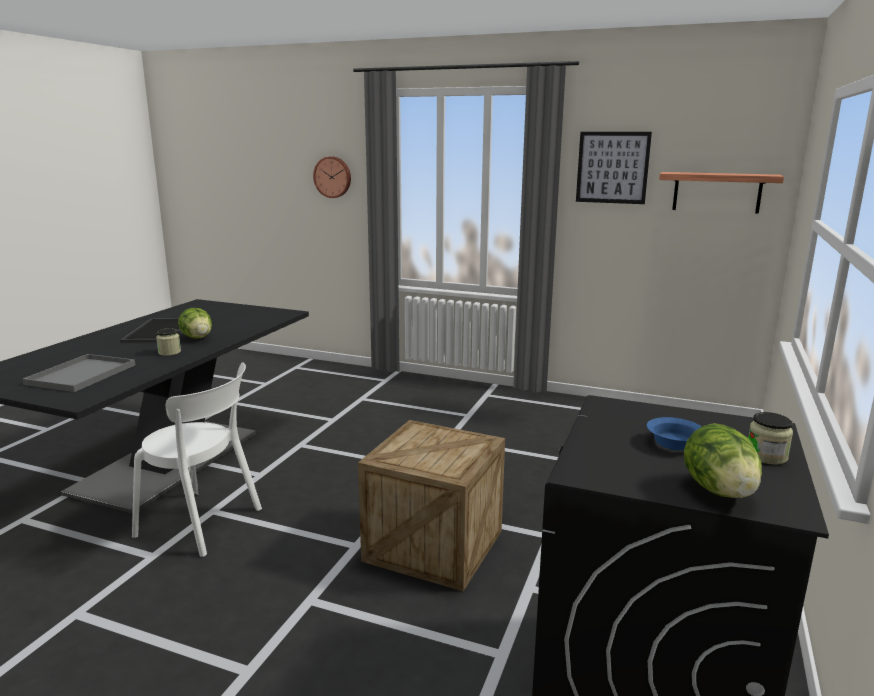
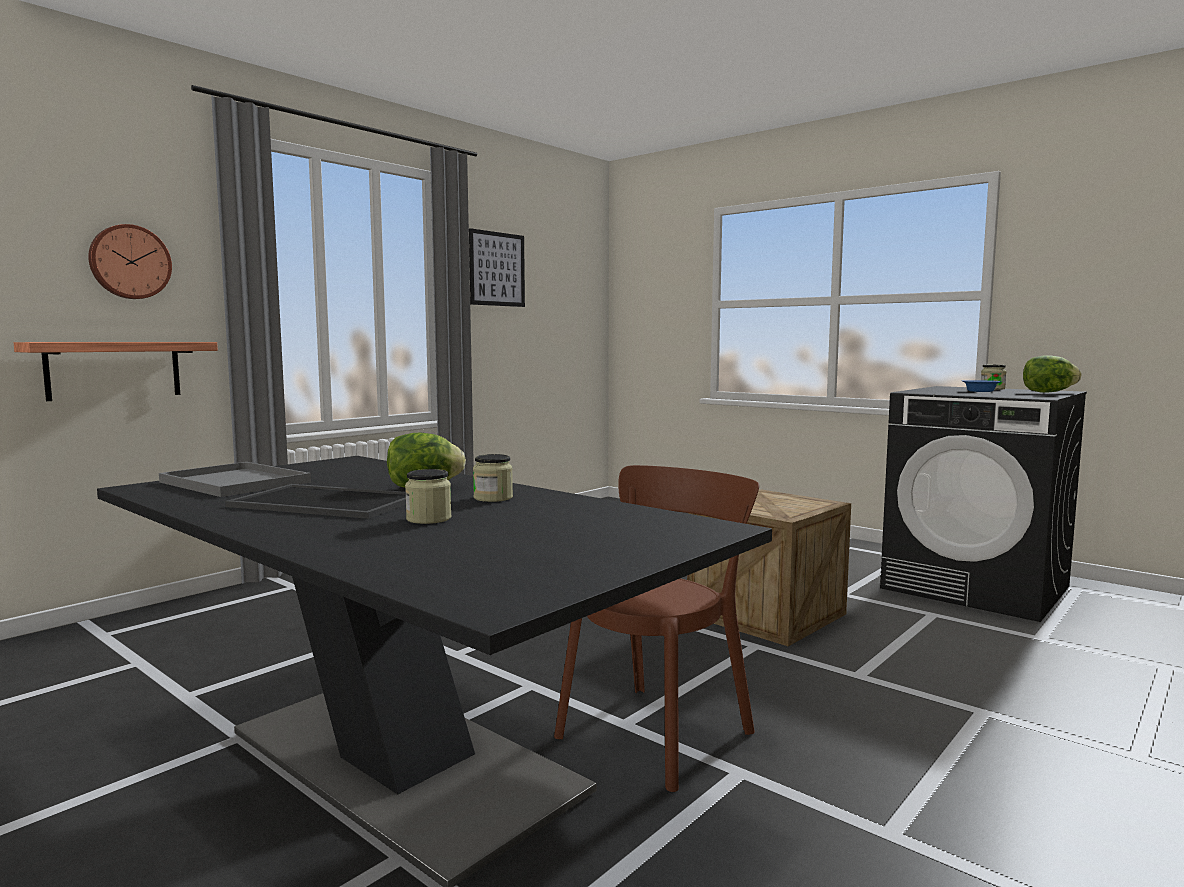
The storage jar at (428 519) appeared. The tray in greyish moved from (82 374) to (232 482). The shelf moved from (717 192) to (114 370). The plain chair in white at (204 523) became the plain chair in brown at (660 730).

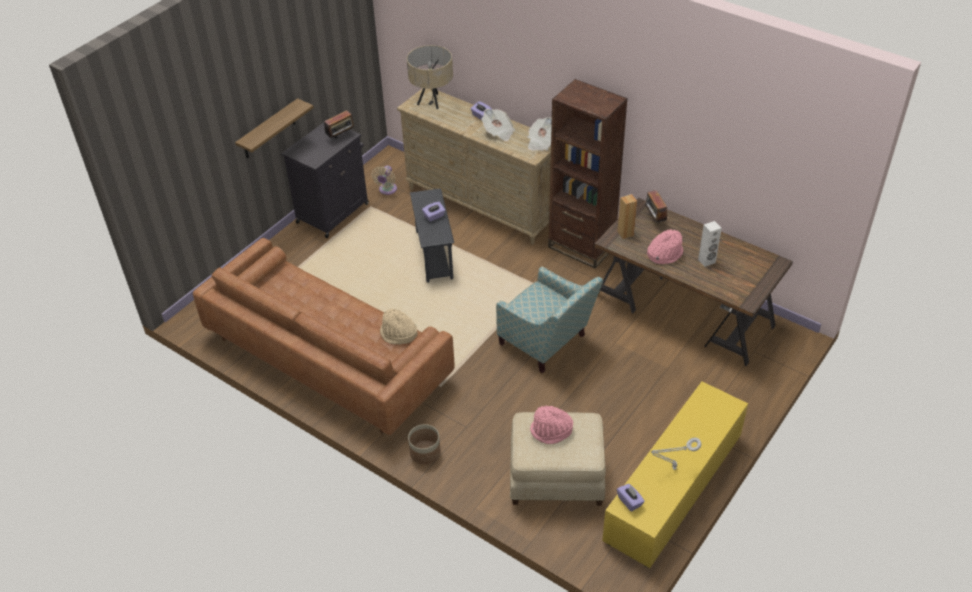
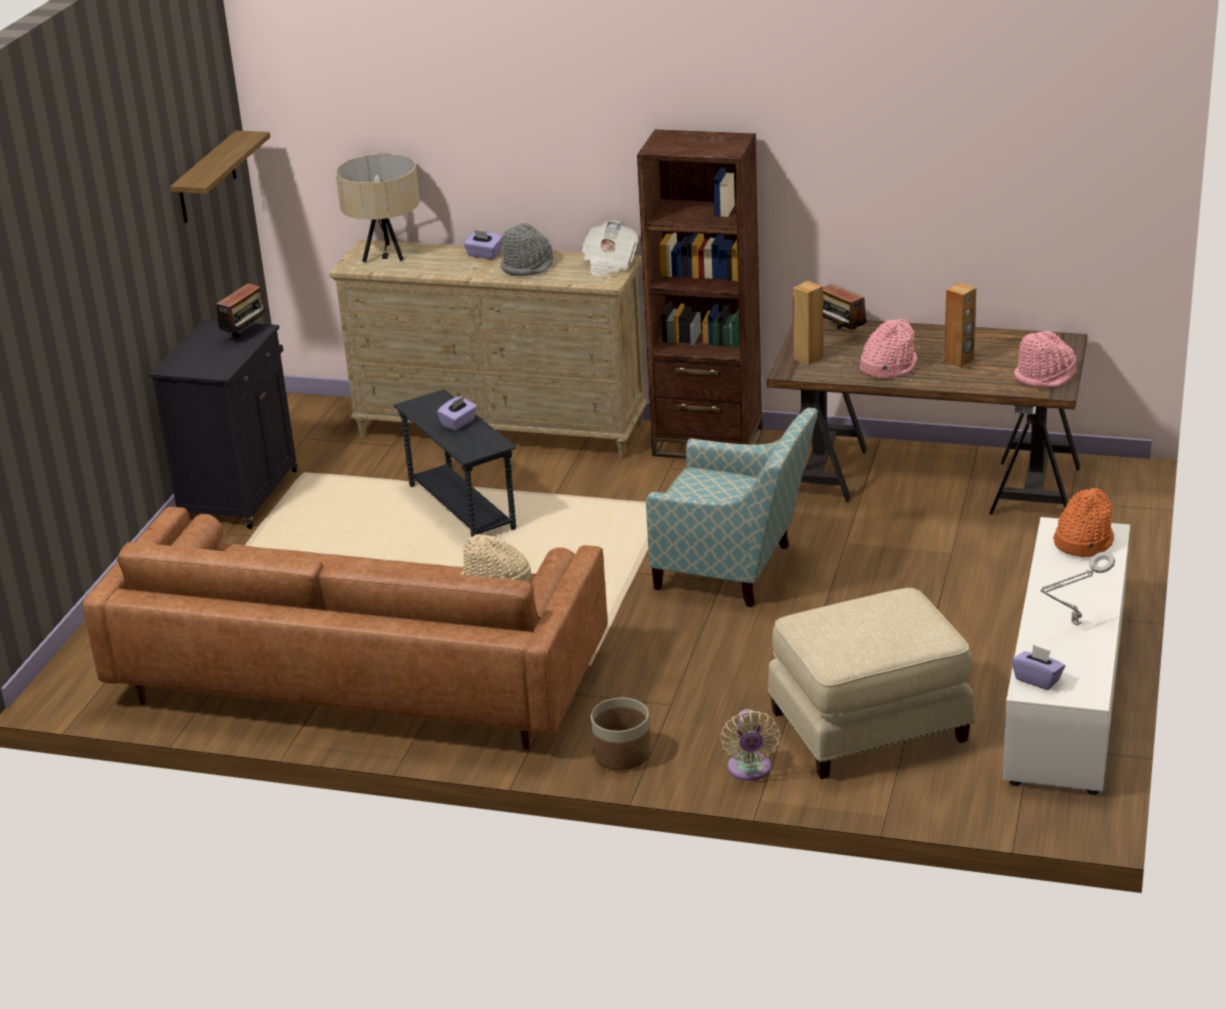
The hat in orange-coloured at (1082 541) appeared. The shelf moved from (269 130) to (207 178). The cooling fan in sand-coloured moved from (387 190) to (749 770). The hat in pink moved from (551 431) to (1045 377). The newspaper at (498 132) was replaced by the hat in greyish at (528 266). The media console in yellow-coloured at (673 489) became the media console in white at (1067 691). The speaker in white at (706 261) became the speaker in brown at (959 361).

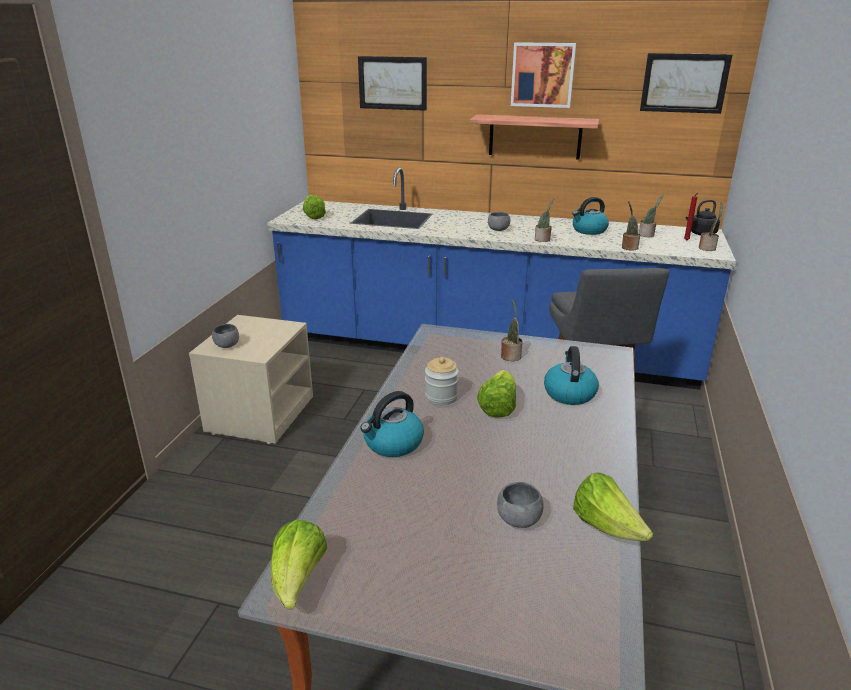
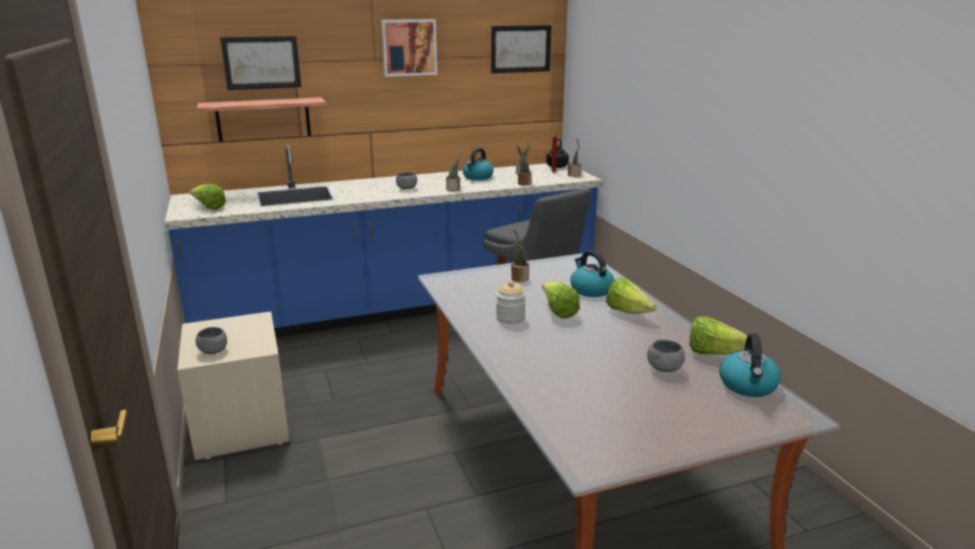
The lettuce head moved from (298 581) to (628 312). The kettle moved from (393 444) to (748 386). The shelf moved from (535 137) to (263 119).

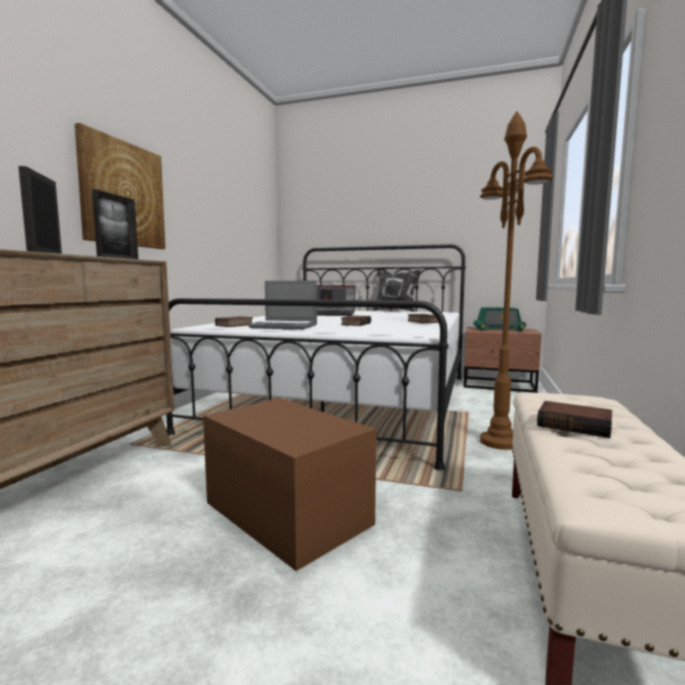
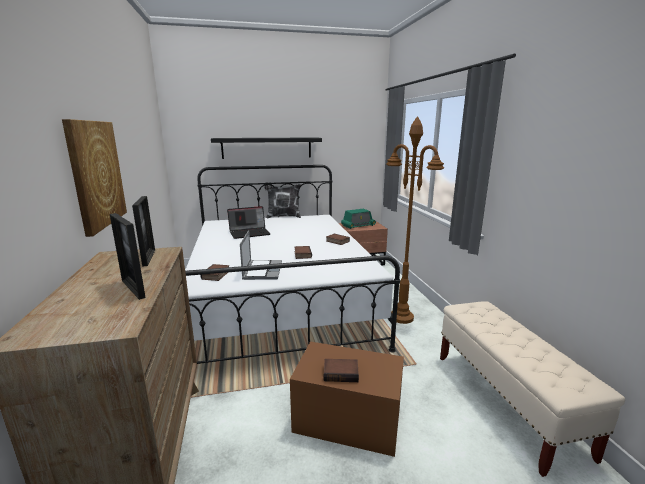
The shelf in black-coloured at (267 148) appeared. The book moved from (575 425) to (341 373). The notebook computer at (285 326) turned 75 degrees counterclockwise.

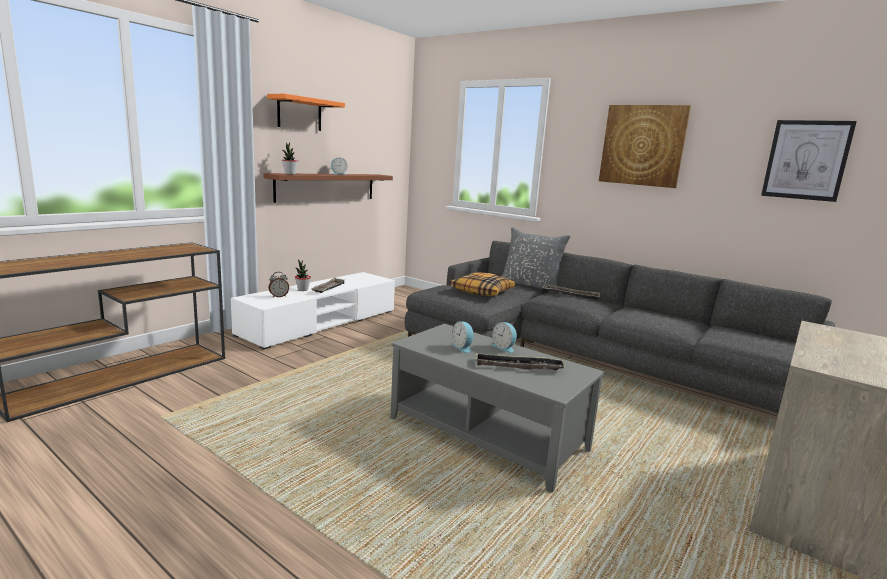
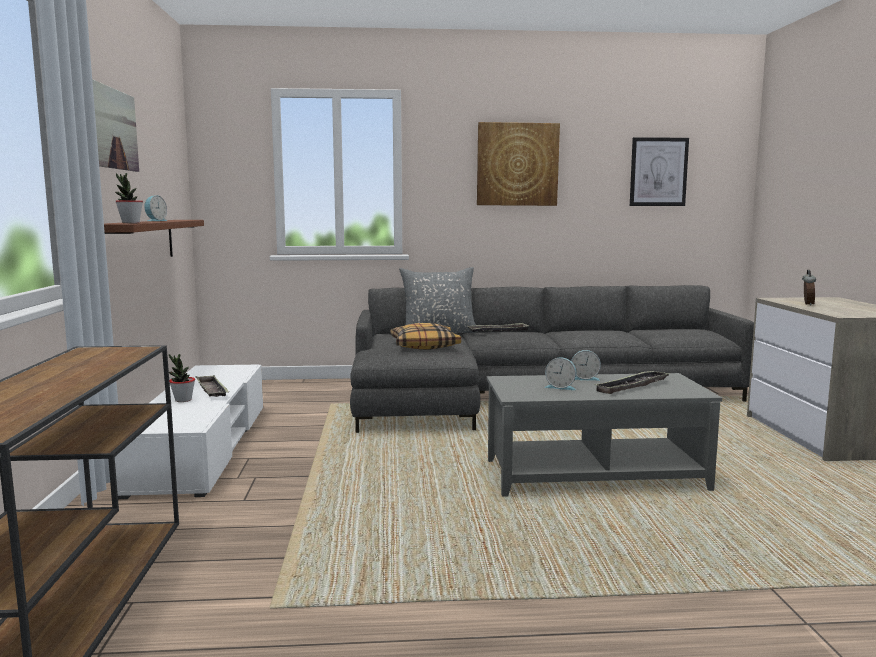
The alarm clock moved from (278 296) to (807 304). The shelf in orange-coloured at (299 113) was replaced by the wall picture at (111 128).

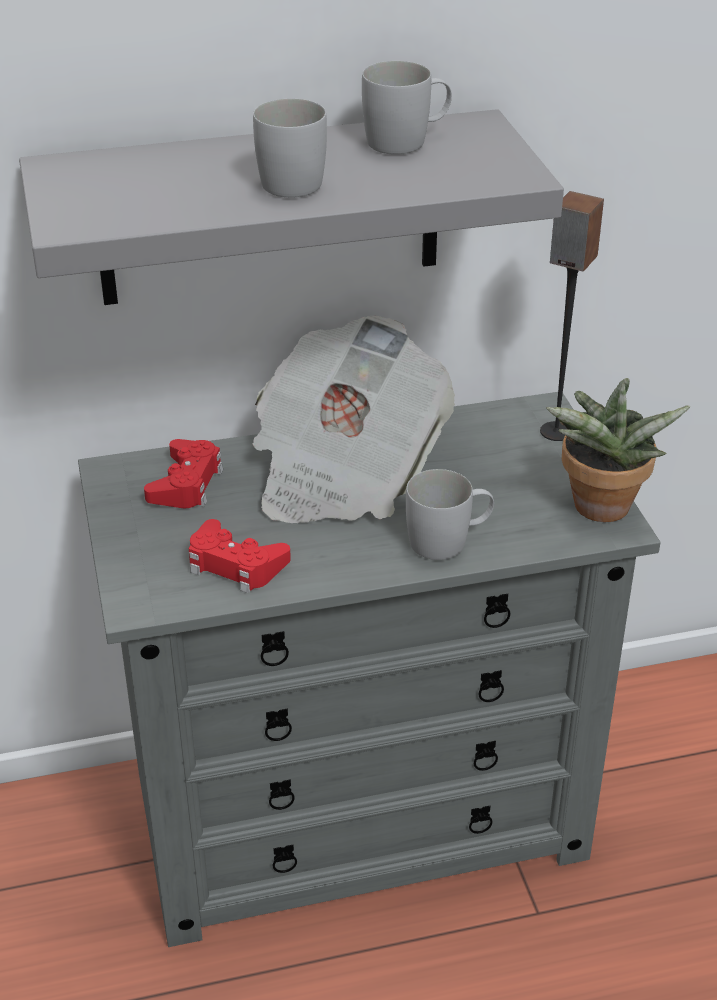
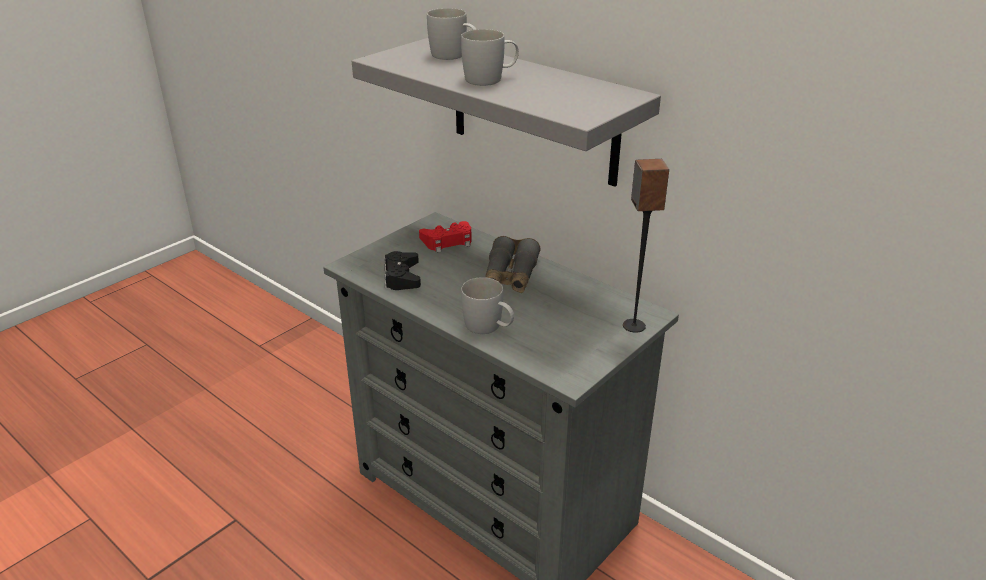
The potted plant at (600 511) disappeared. The tea mug in white moved from (407 141) to (454 56). The newspaper at (344 470) was replaced by the binoculars in greyish at (510 276). The joypad in red-coloured at (235 565) became the joypad in black-coloured at (402 277).

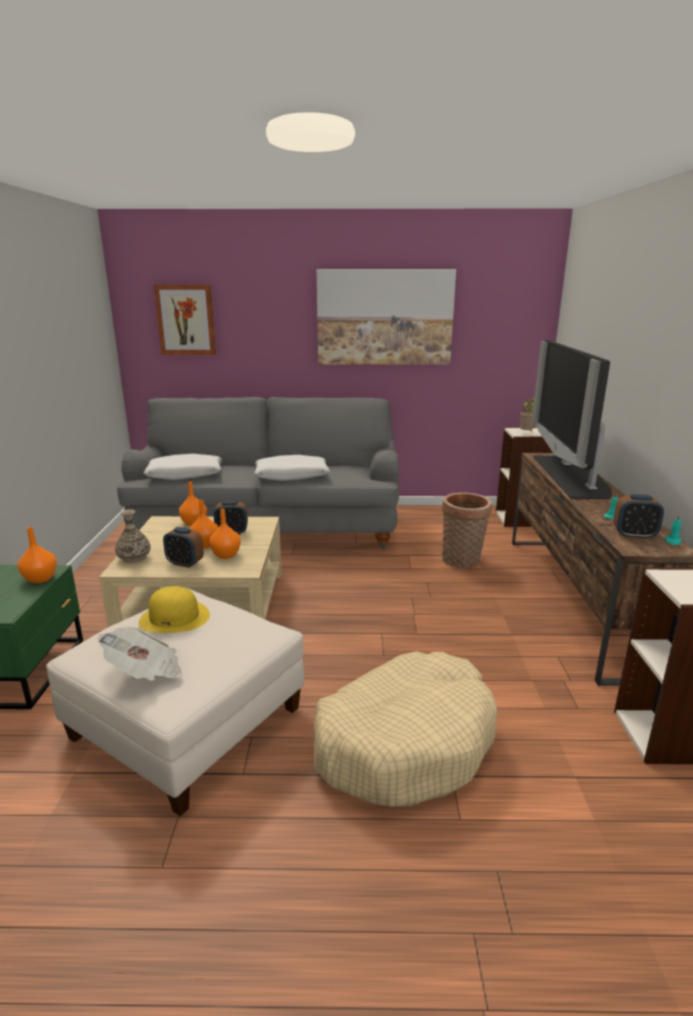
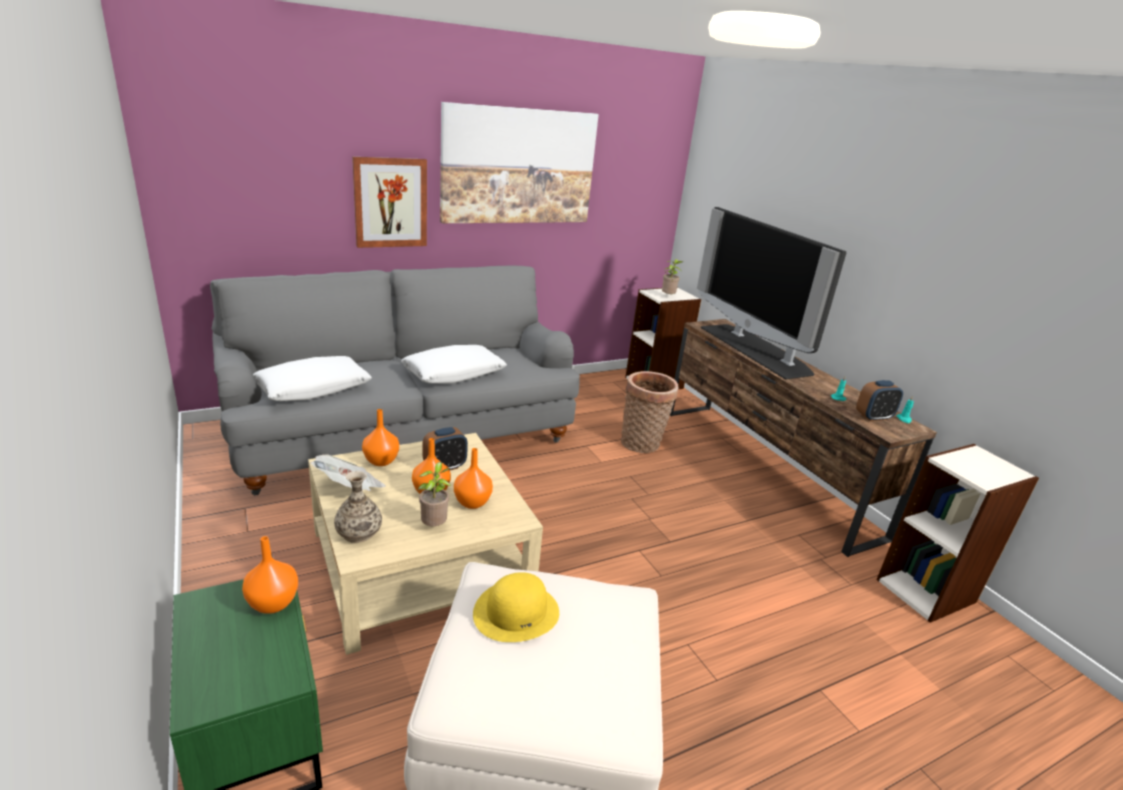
The dog cushion in sand-coloured at (404 742) disappeared. The newspaper moved from (145 672) to (350 488). The wall picture moved from (186 320) to (390 203). The alarm clock at (185 563) was replaced by the potted plant at (434 526).

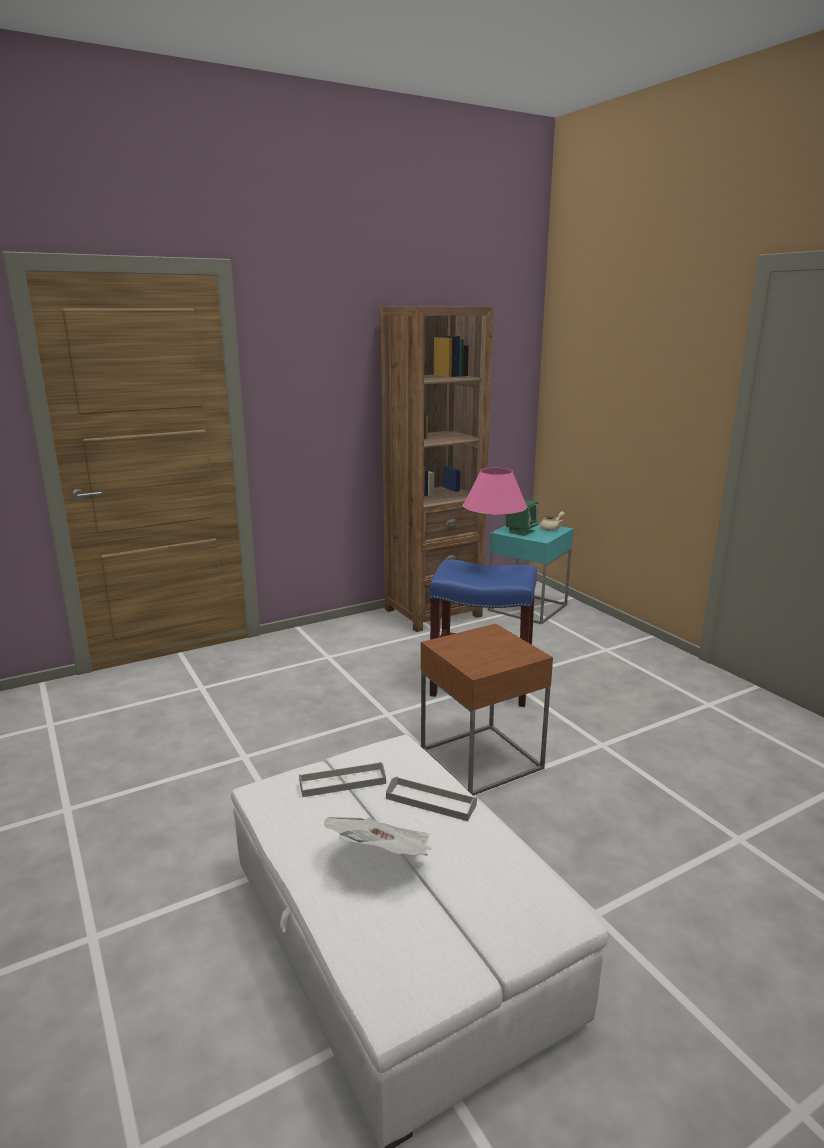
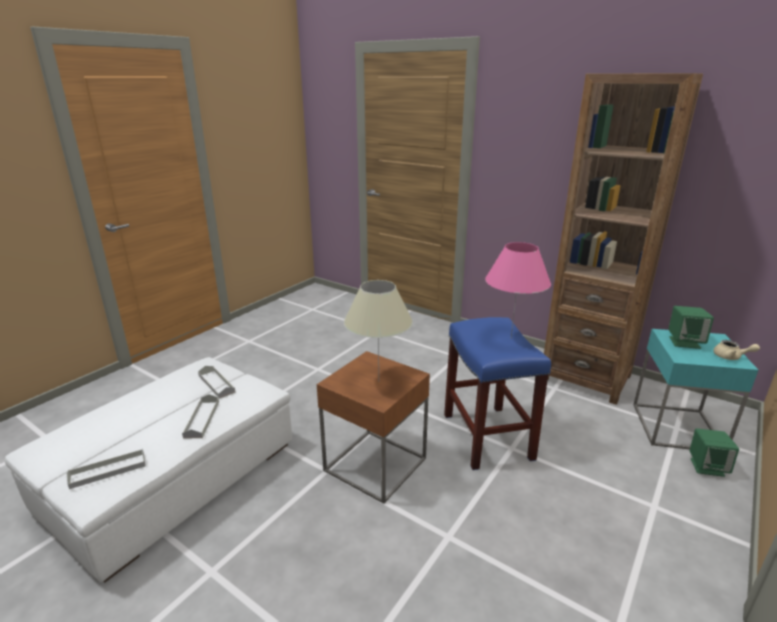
The newspaper at (383 858) disappeared. The tray in greyish at (108 470) appeared. The lamp for a table in sand-coloured at (378 381) appeared. The speaker in green at (707 467) appeared.

